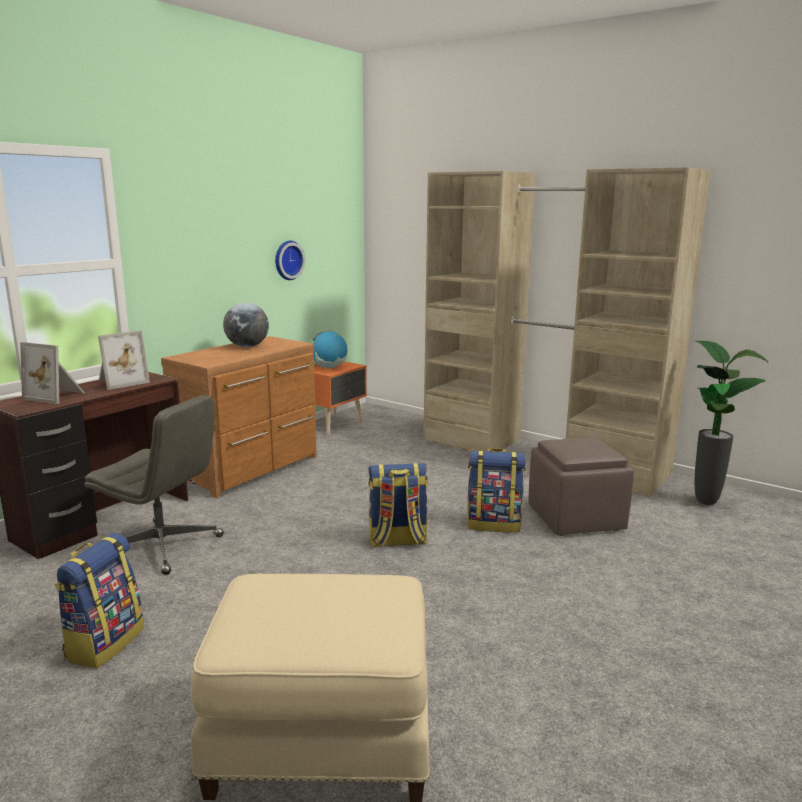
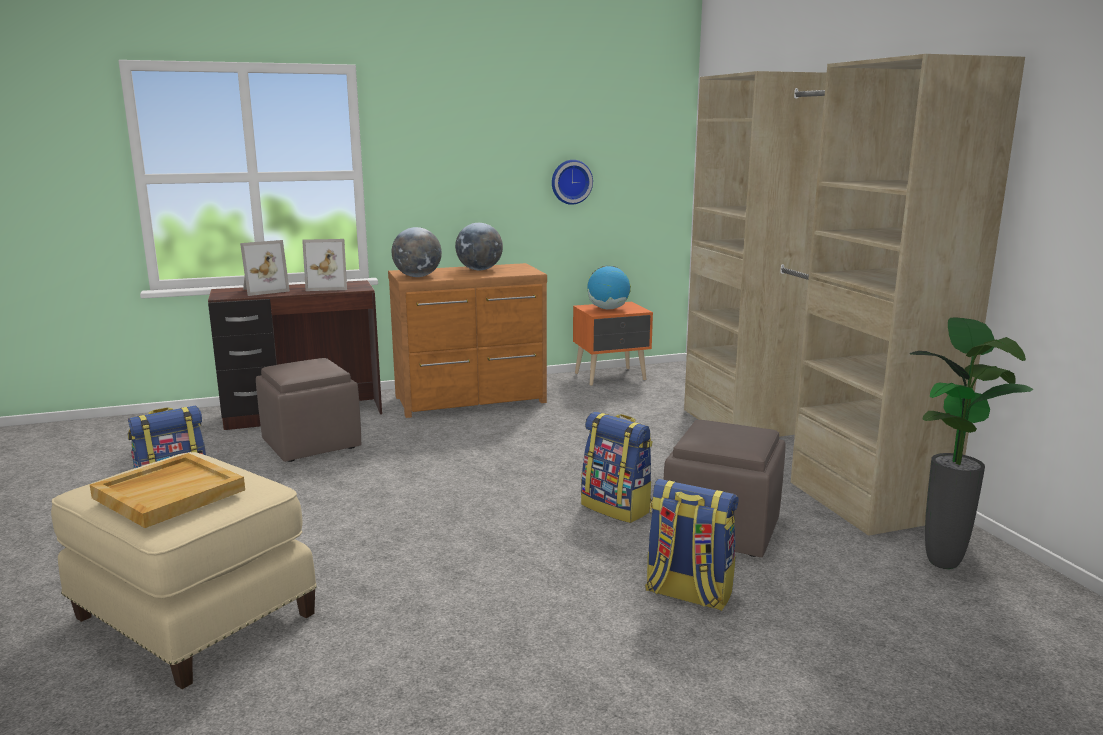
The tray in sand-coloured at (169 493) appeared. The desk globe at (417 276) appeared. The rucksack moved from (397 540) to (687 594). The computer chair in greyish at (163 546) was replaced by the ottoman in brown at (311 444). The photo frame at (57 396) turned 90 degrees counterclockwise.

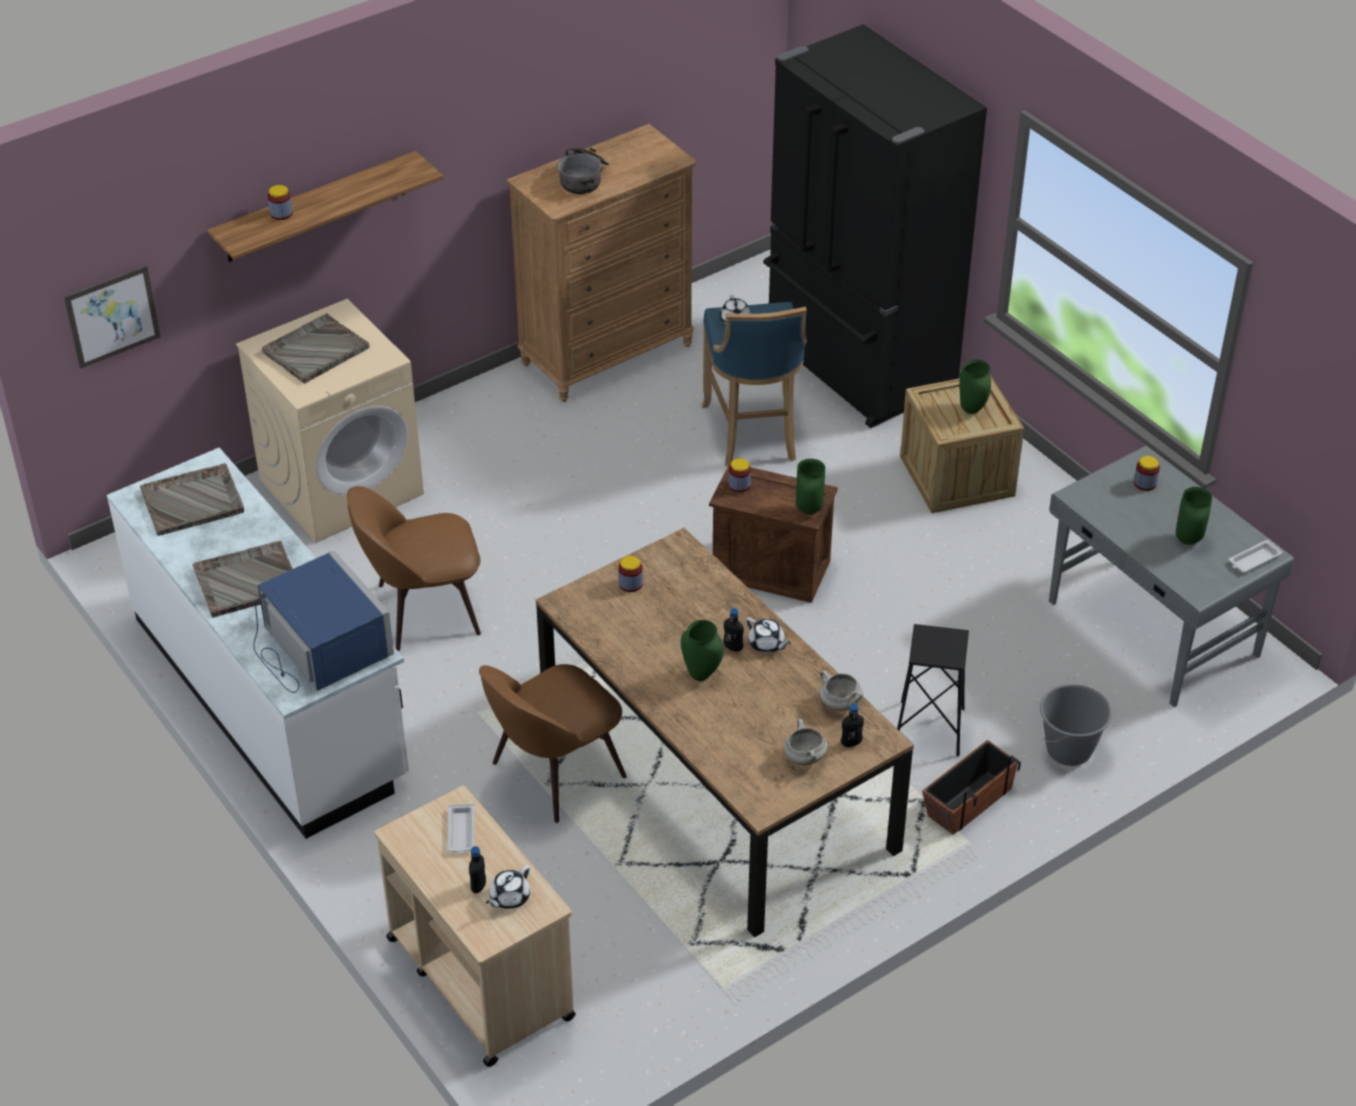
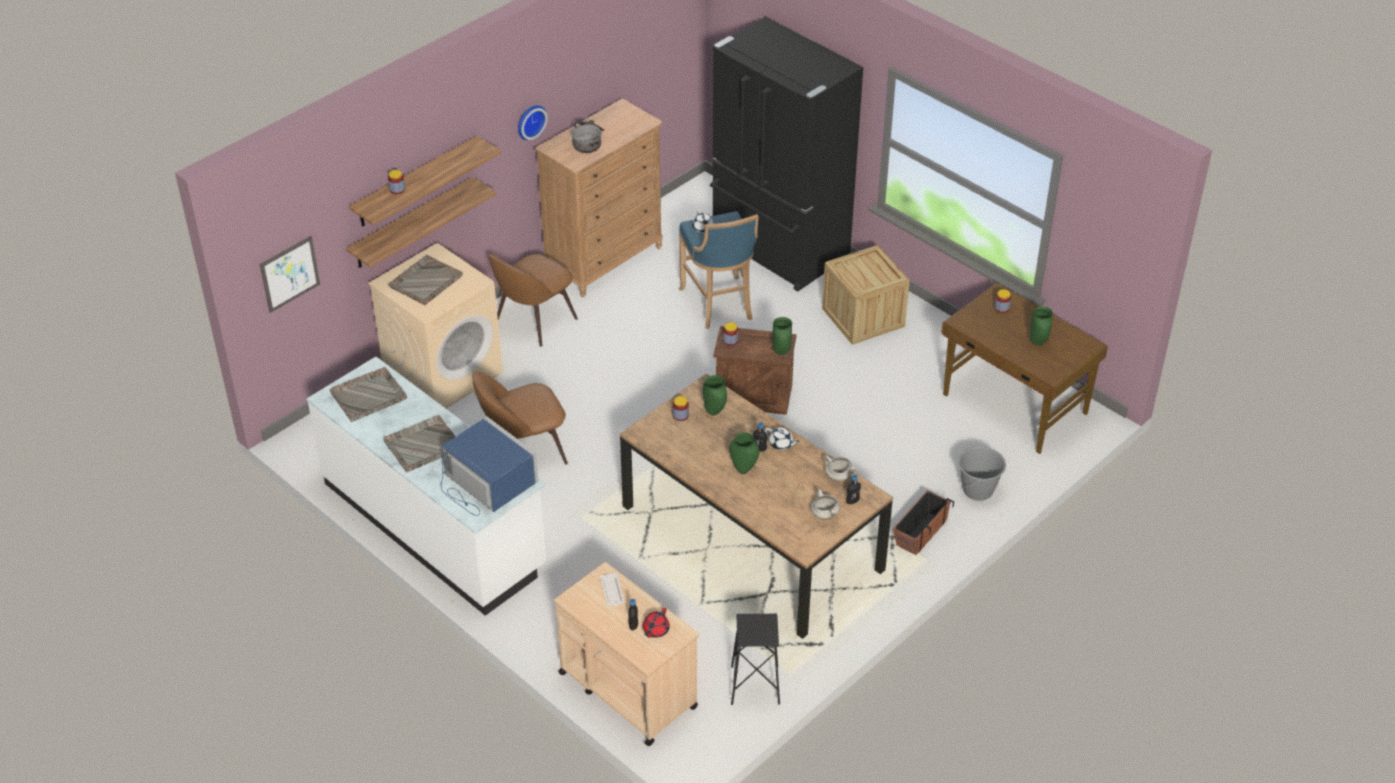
The tray in white at (1253 560) disappeared. The shelf at (412 223) appeared. The hanging clock at (530 121) appeared. The plain chair in brown moved from (554 773) to (533 321). The sitting stool in black-coloured moved from (929 728) to (754 685). The vase in green moved from (971 410) to (714 412). The tea pot in white at (509 897) became the tea pot in red-coloured at (655 630). The desk table in greyish at (1152 630) became the desk table in brown at (1014 405).

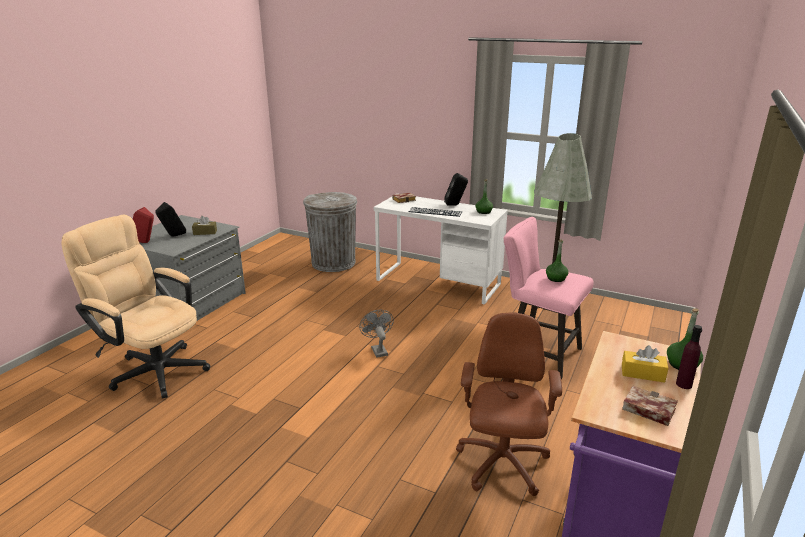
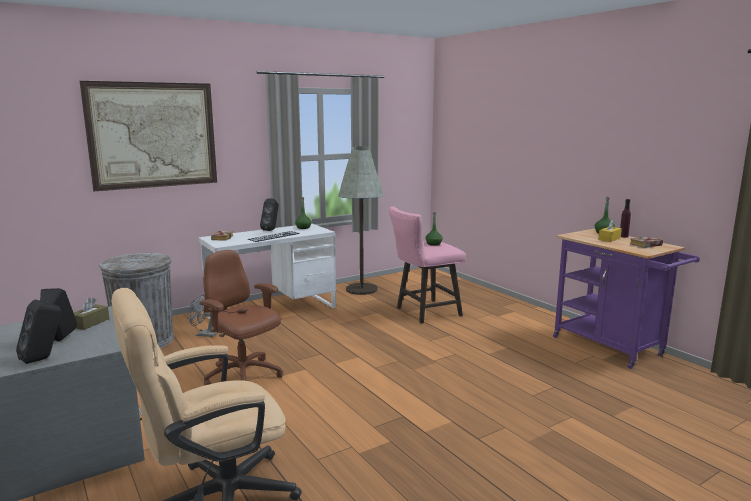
The wall picture at (153 135) appeared. The cooling fan in greyish moved from (378 350) to (203 334). The computer chair in brown moved from (502 465) to (243 377). The speaker in red-coloured at (146 242) became the speaker in black-coloured at (43 358).

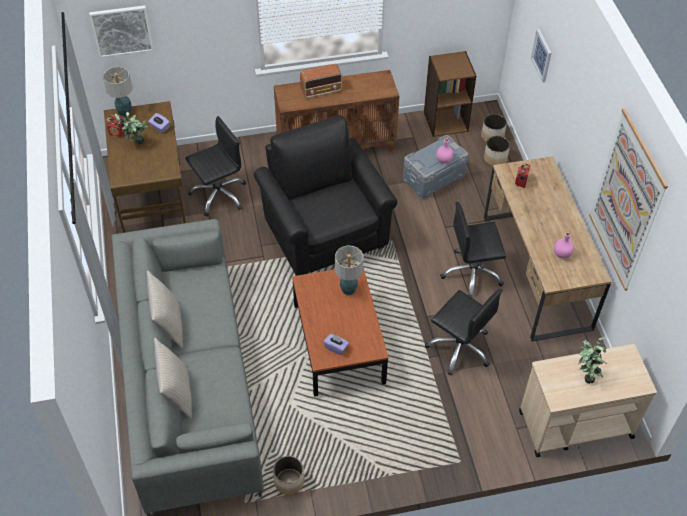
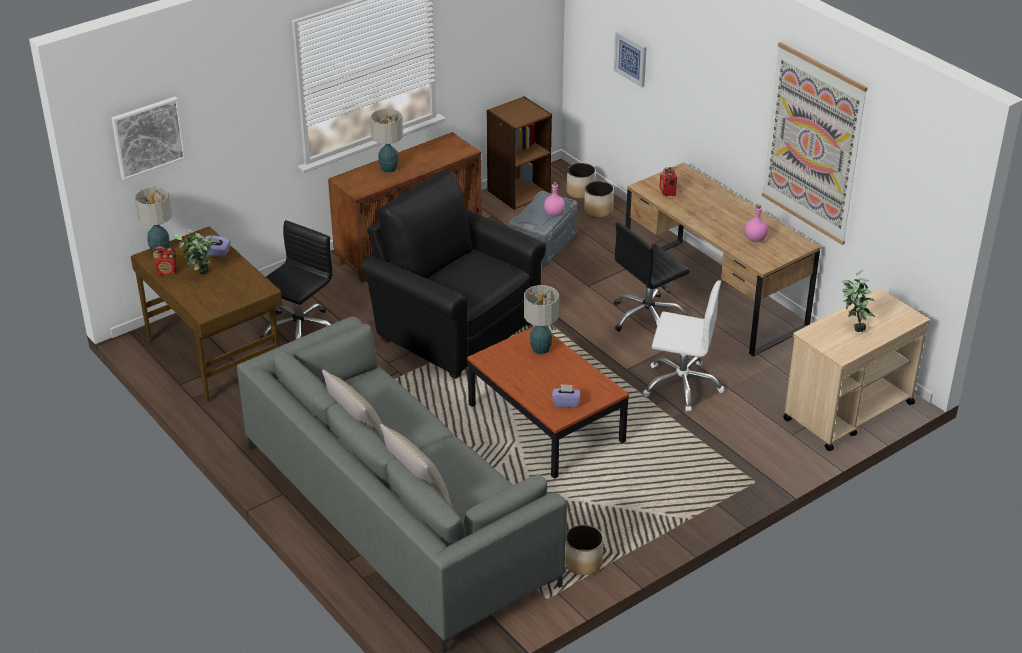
The radio set at (321 90) was replaced by the lamp for a table at (388 169). The computer chair in black-coloured at (459 347) became the computer chair in white at (682 385).

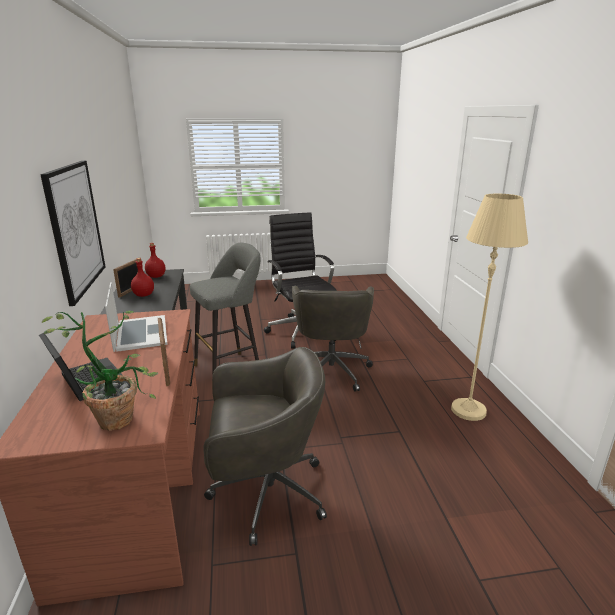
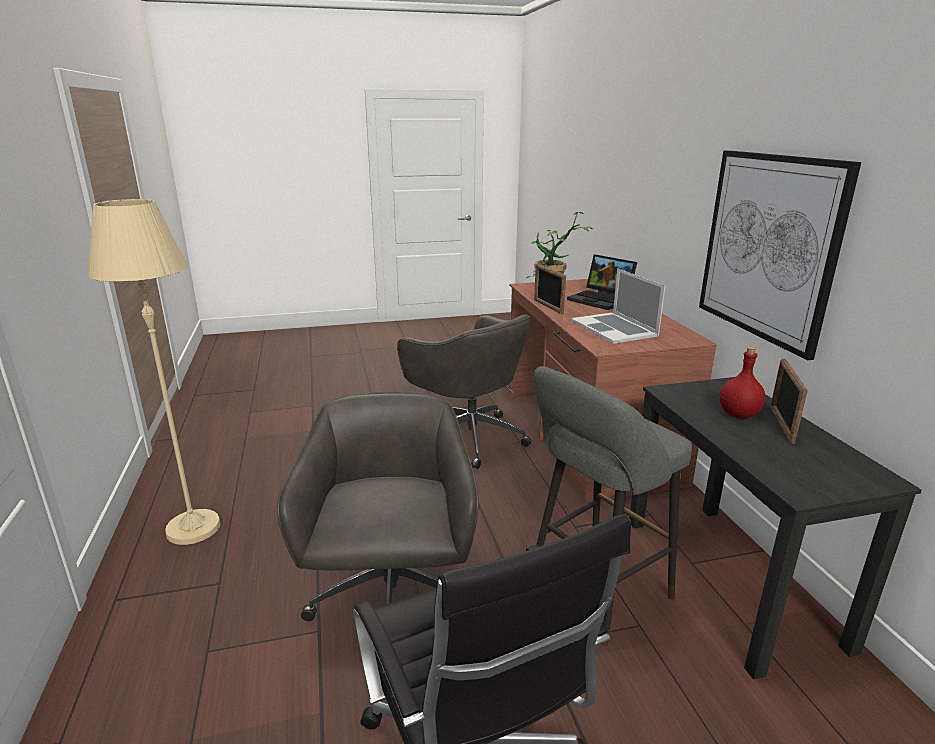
The drink bottle in red-coloured at (156 276) disappeared. The computer chair in greyish at (265 493) turned 120 degrees counterclockwise.

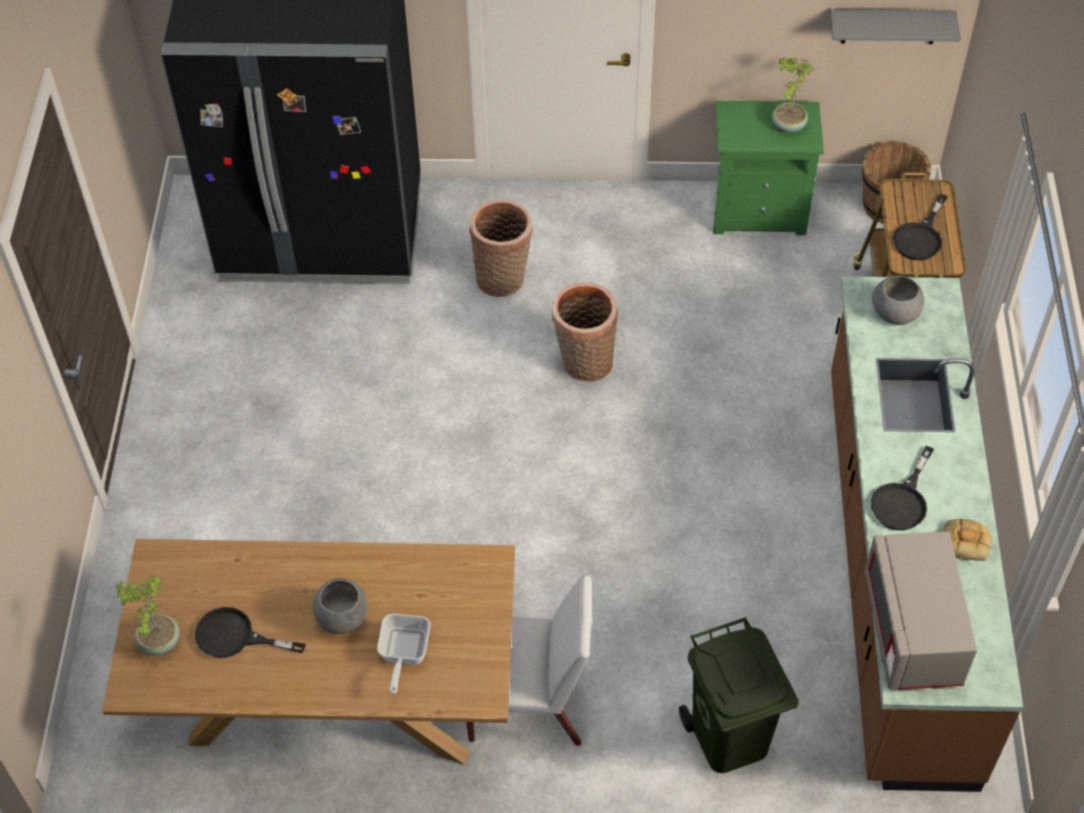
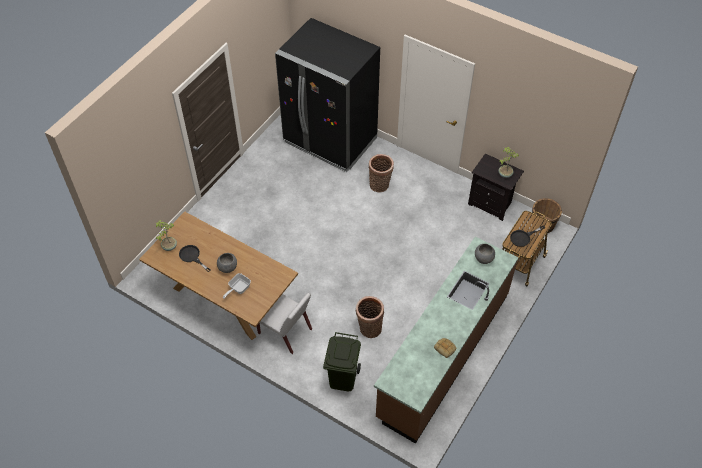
The shelf in greyish at (889 26) disappeared. The microwave oven in greyish at (912 631) disappeared. The frying pan in black-coloured at (902 500) disappeared. The basket moved from (584 363) to (369 328). The nightstand in green at (758 211) became the nightstand in black-coloured at (491 204).

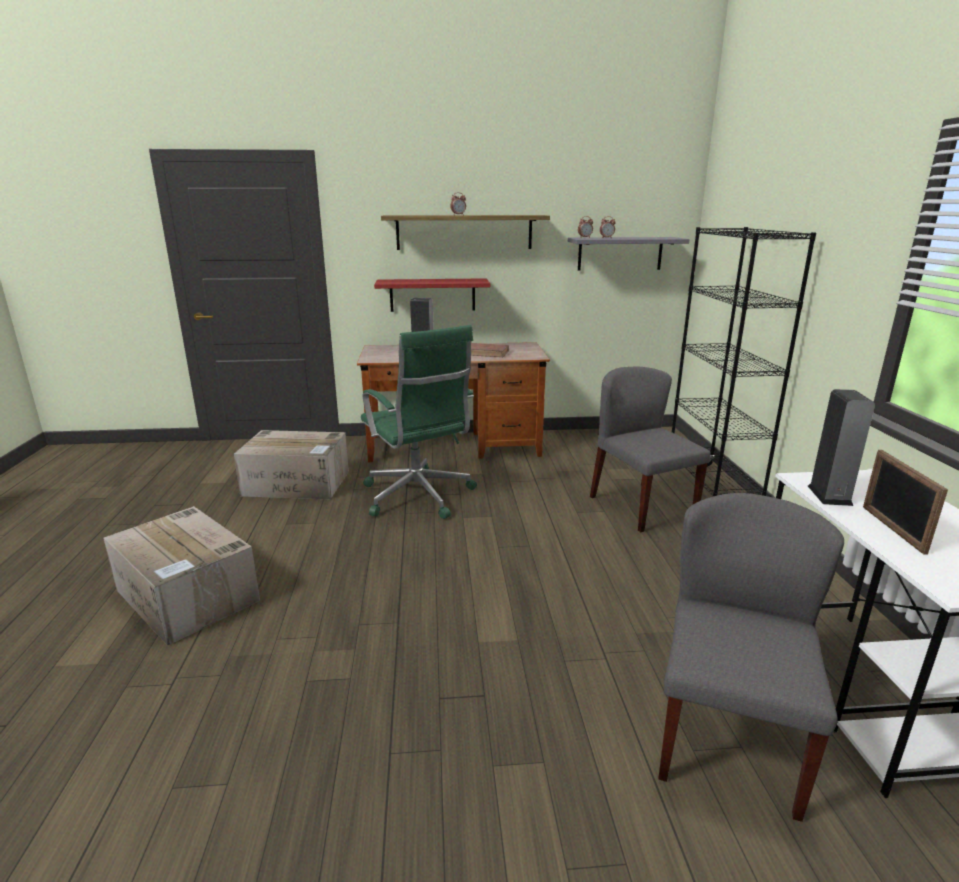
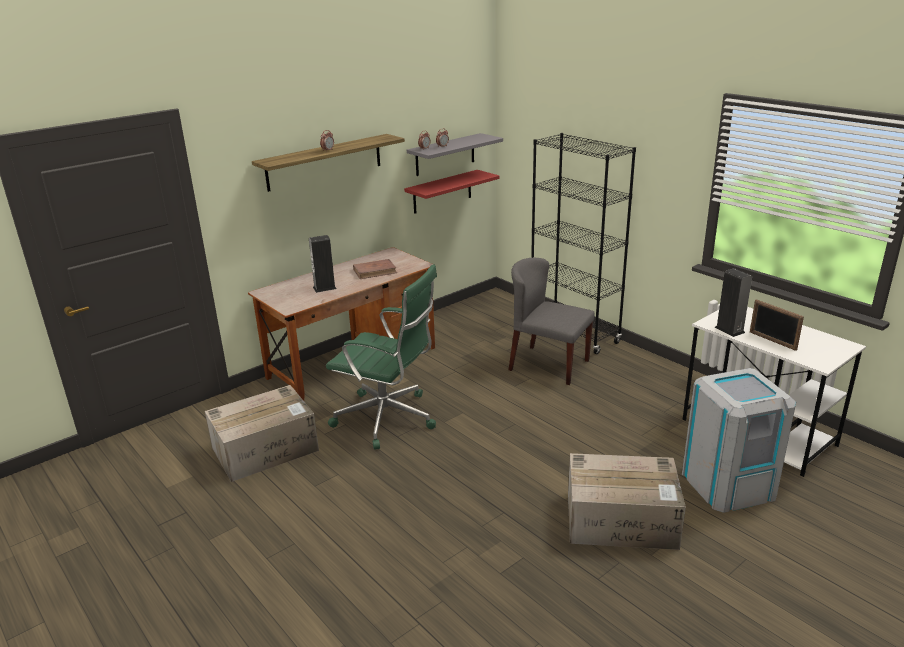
The cardboard box moved from (188 596) to (622 520). The shelf in red-coloured moved from (432 295) to (442 192). The plain chair in greyish at (726 737) was replaced by the waste bin in greyish at (728 484).

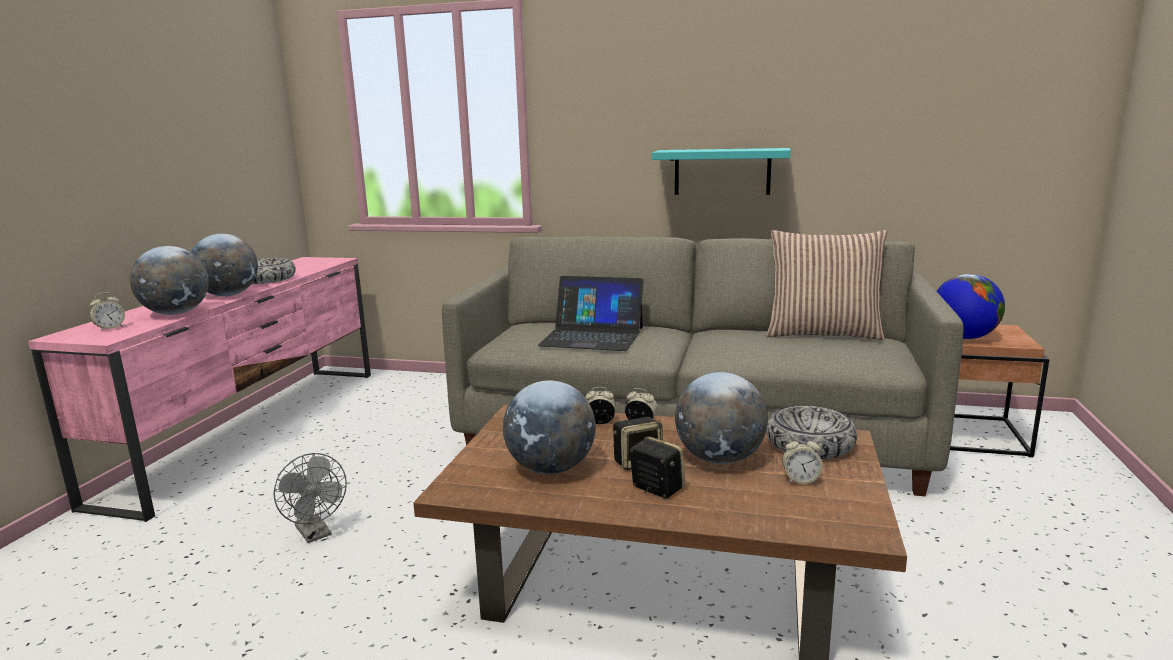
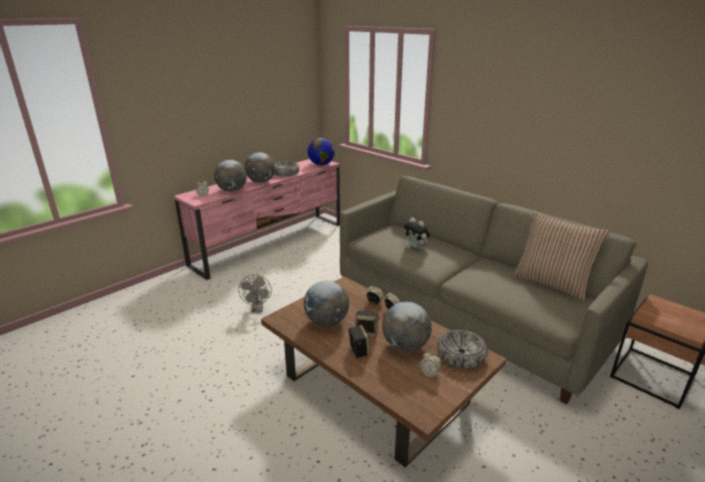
The shelf in turquoise at (722 171) disappeared. The desk globe moved from (963 337) to (321 164). The notebook computer at (592 336) was replaced by the soft toy at (416 246).

